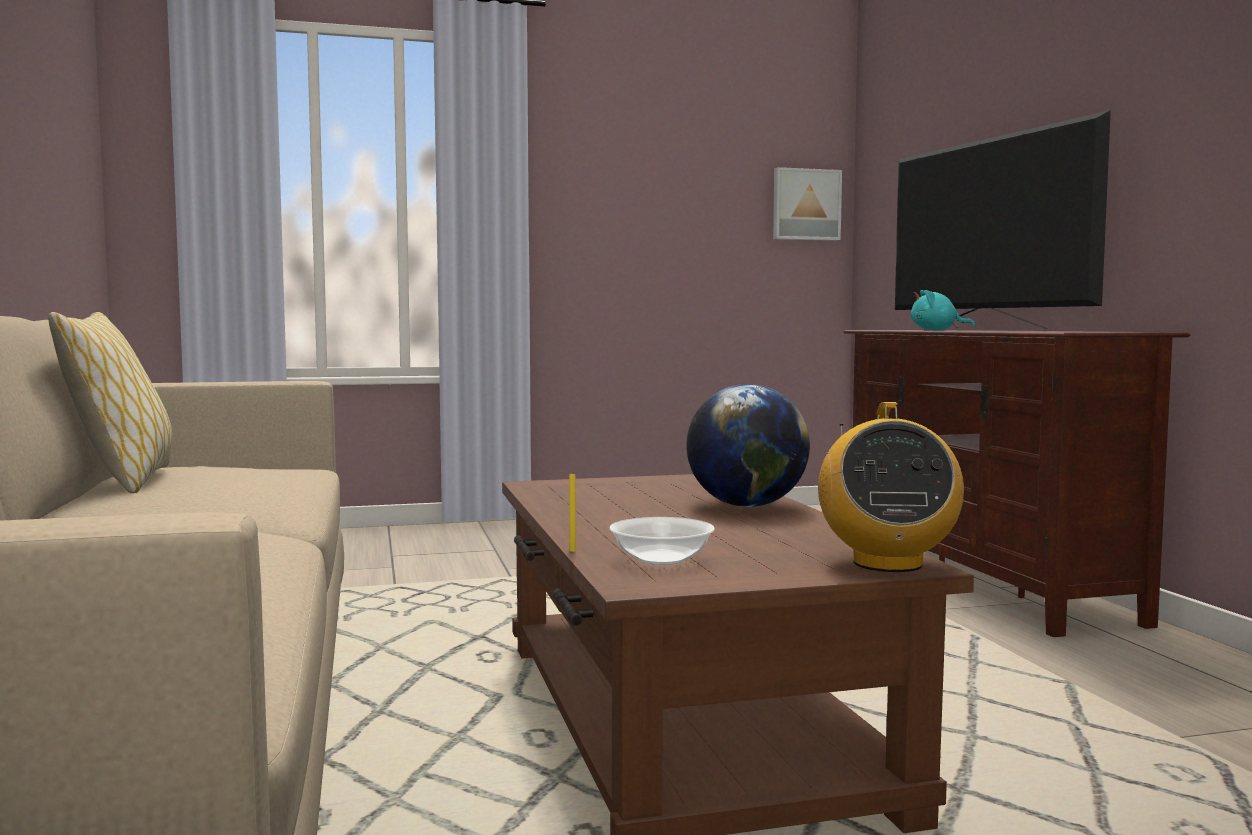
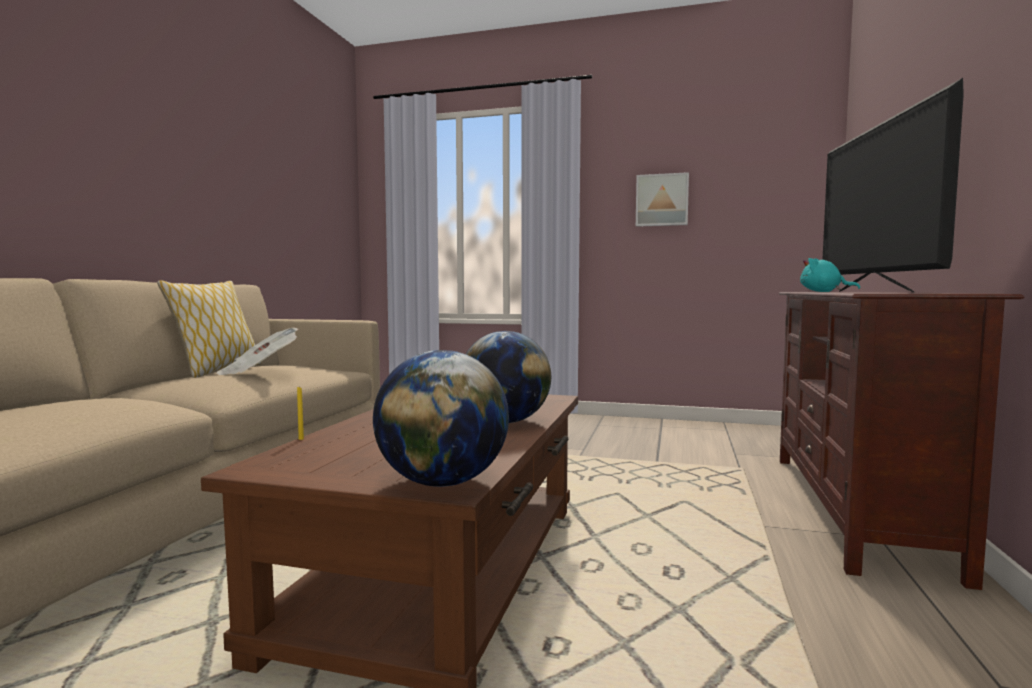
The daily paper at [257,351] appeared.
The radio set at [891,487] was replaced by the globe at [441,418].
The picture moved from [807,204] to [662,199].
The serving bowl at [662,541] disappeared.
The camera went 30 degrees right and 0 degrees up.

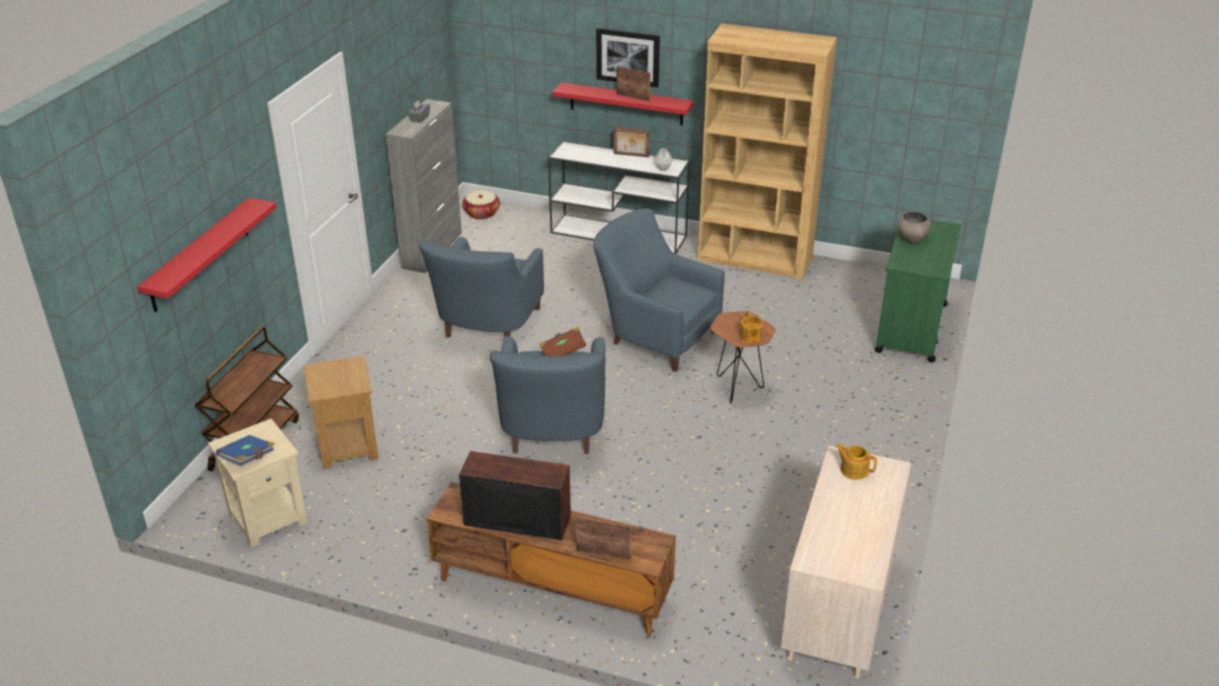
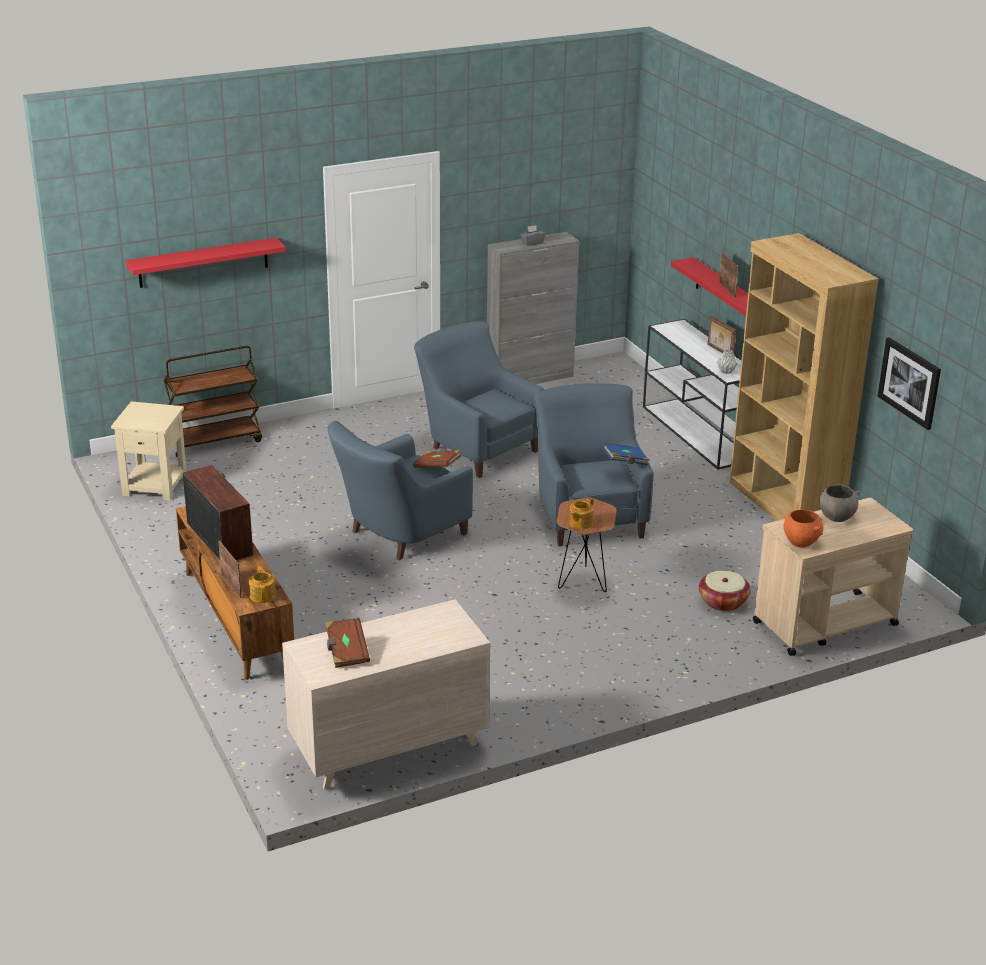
The teapot moved from [856,462] to [262,584].
The brown-coloured book at [347,643] appeared.
The bluish easy chair at [481,287] turned 75 degrees clockwise.
The bluish book moved from [245,450] to [626,453].
The storage basket moved from [481,204] to [725,591].
The greenish trolley at [918,291] became the beige trolley at [833,577].
The orange-coloured serving bowl at [803,528] appeared.
The picture moved from [628,58] to [909,383].
The brown-coloured end table at [341,412] disappeared.
The camera went 45 degrees right and 5 degrees down.

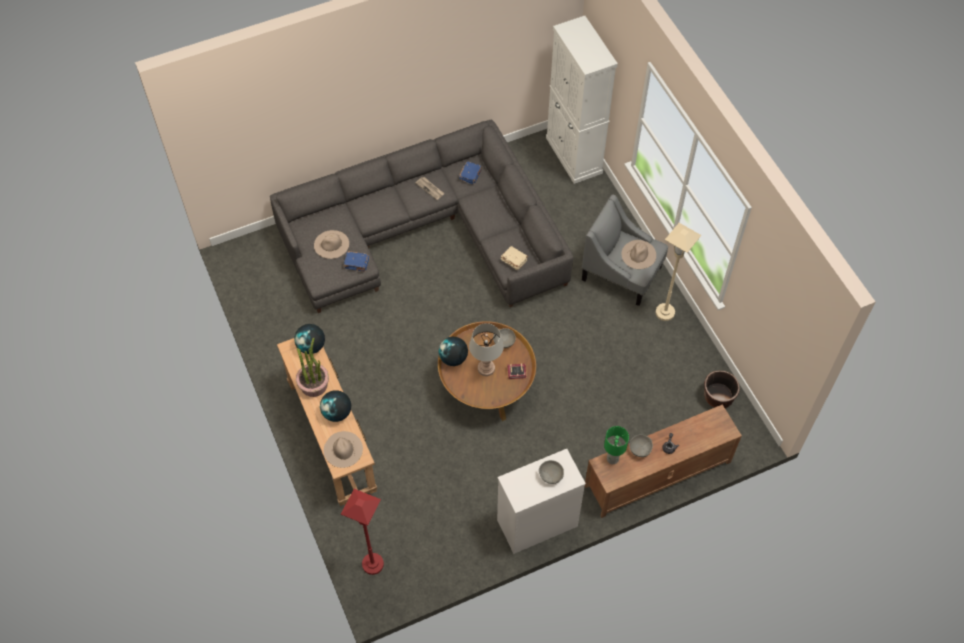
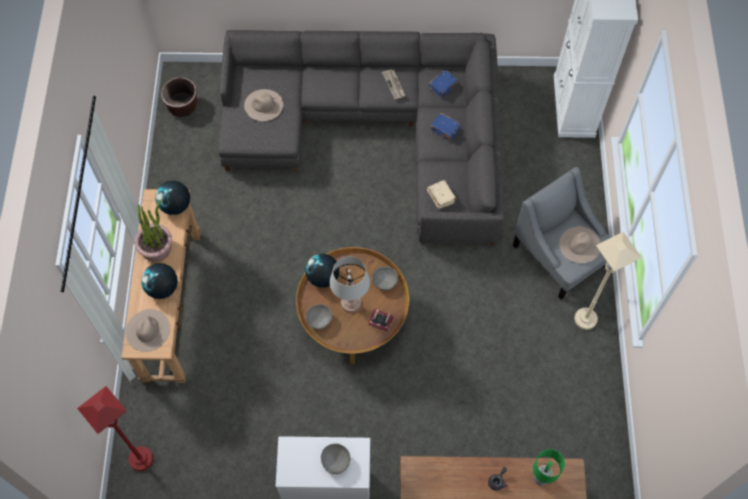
The brown-coloured flower pot moved from [722,389] to [179,97].
The greyish serving bowl moved from [641,445] to [319,316].
The bluish book moved from [356,261] to [445,127].
The greenish lamp for a table moved from [616,445] to [549,467].
The camera went 25 degrees right and 5 degrees up.

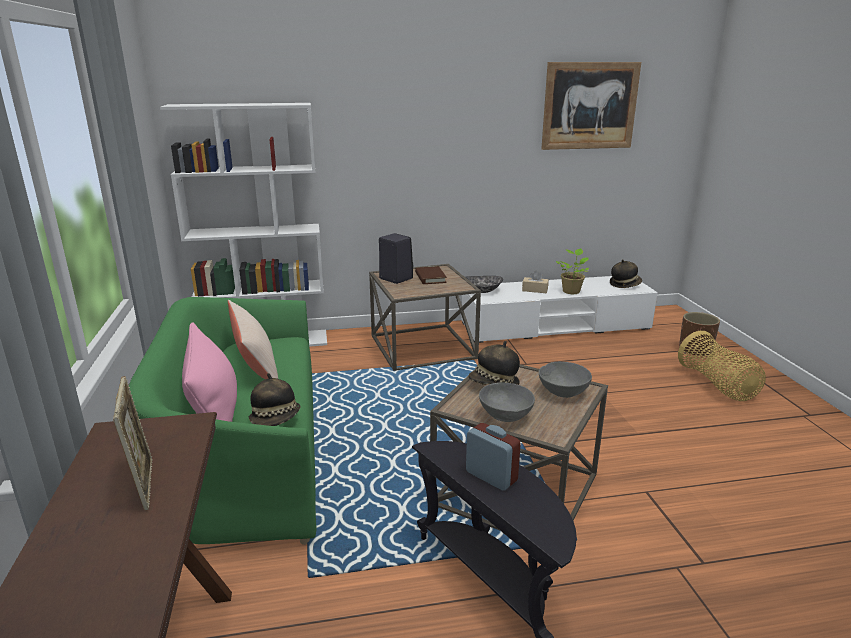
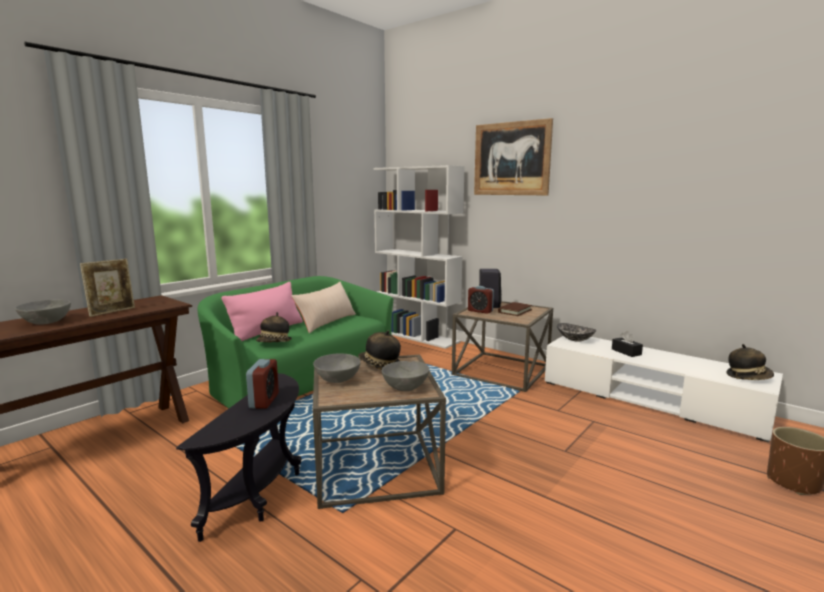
The greyish serving bowl at [43,312] appeared.
The table clock at [481,300] appeared.
The picture moved from [591,106] to [513,156].
The beige tissue holder at [535,282] became the blackish tissue holder at [627,344].
The plant in a pot at [572,271] disappeared.
The storage basket at [722,366] disappeared.
The camera went 50 degrees right and 10 degrees down.

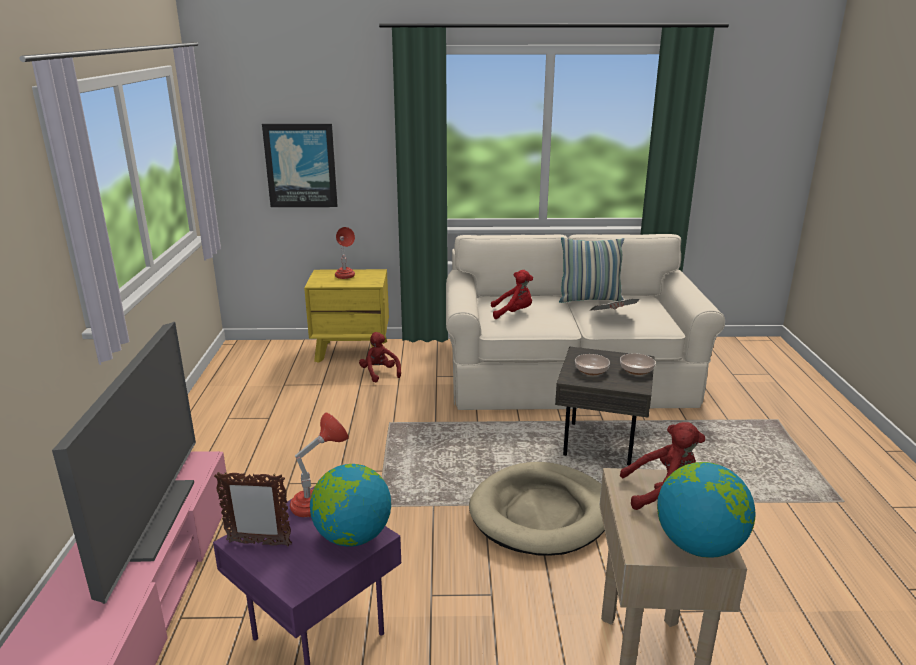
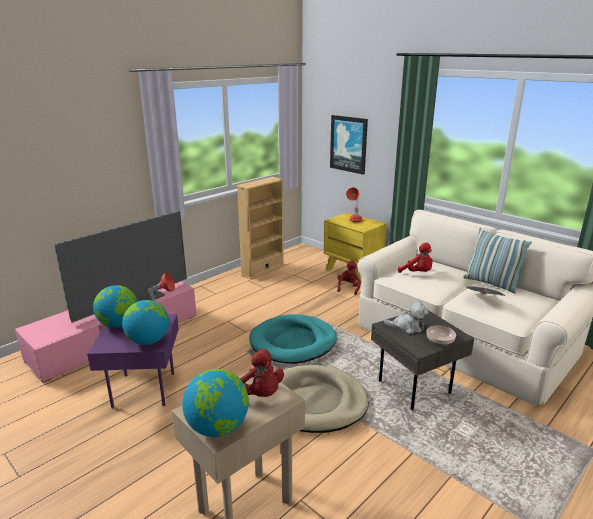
The picture frame at [253,508] was replaced by the globe at [115,306].
The beige shelving unit at [260,228] appeared.
The turquoise-coloured dog cushion at [293,339] appeared.
The serving bowl at [592,364] was replaced by the plush toy at [406,317].
The camera went 45 degrees right and 0 degrees up.

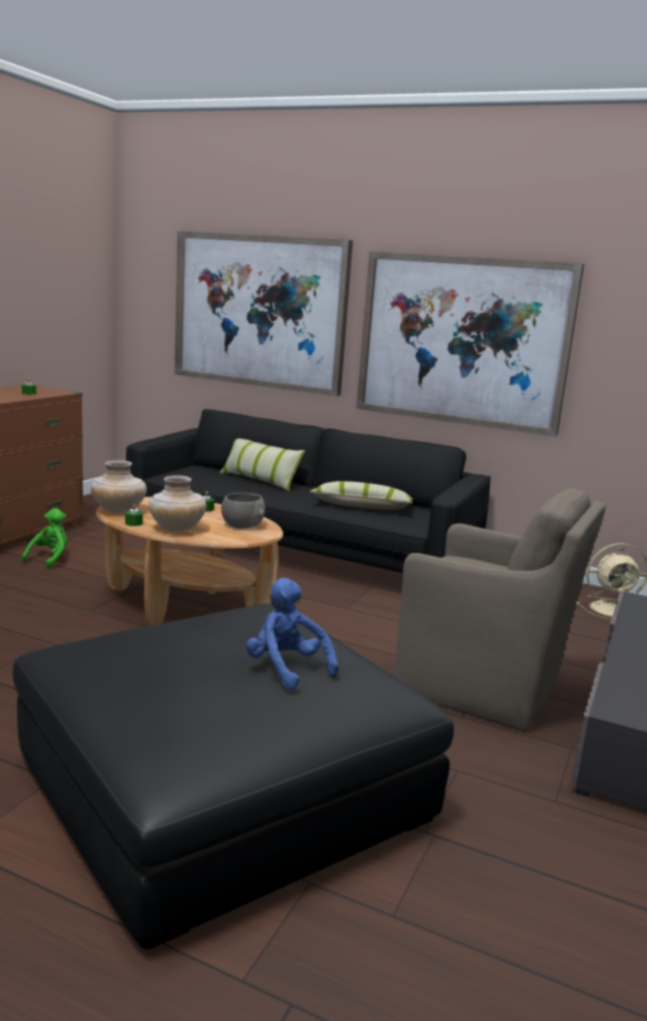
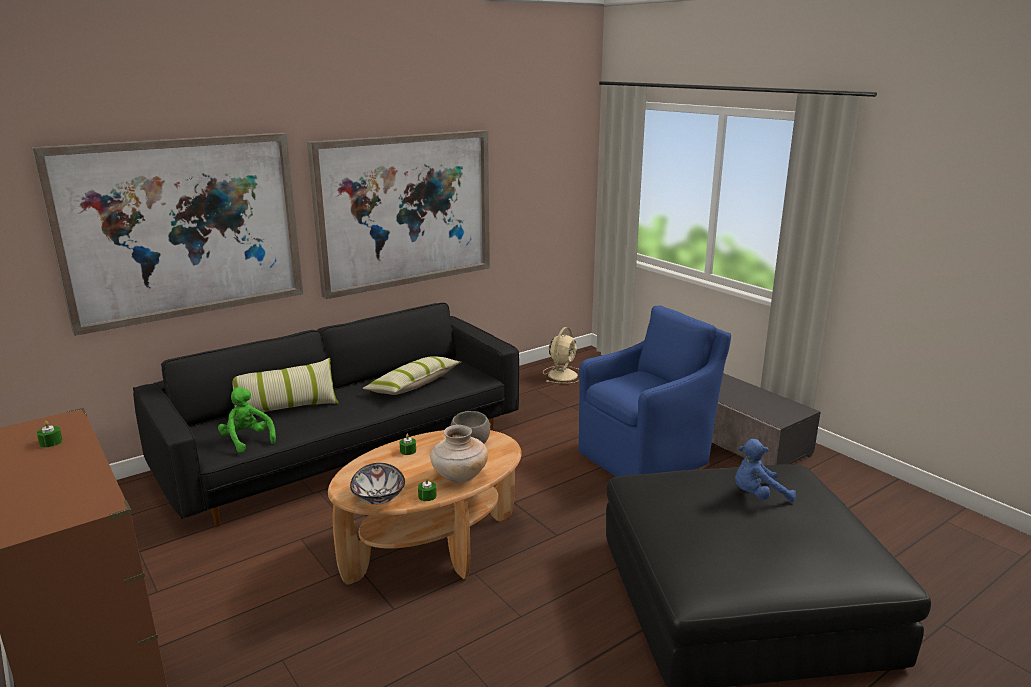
The greenish plush toy moved from [44,538] to [247,420].
The beige decorative vase at [119,486] was replaced by the serving bowl at [377,484].
The brown-coloured easy chair at [500,609] became the bluish easy chair at [655,391].
The camera went 60 degrees left and 5 degrees up.

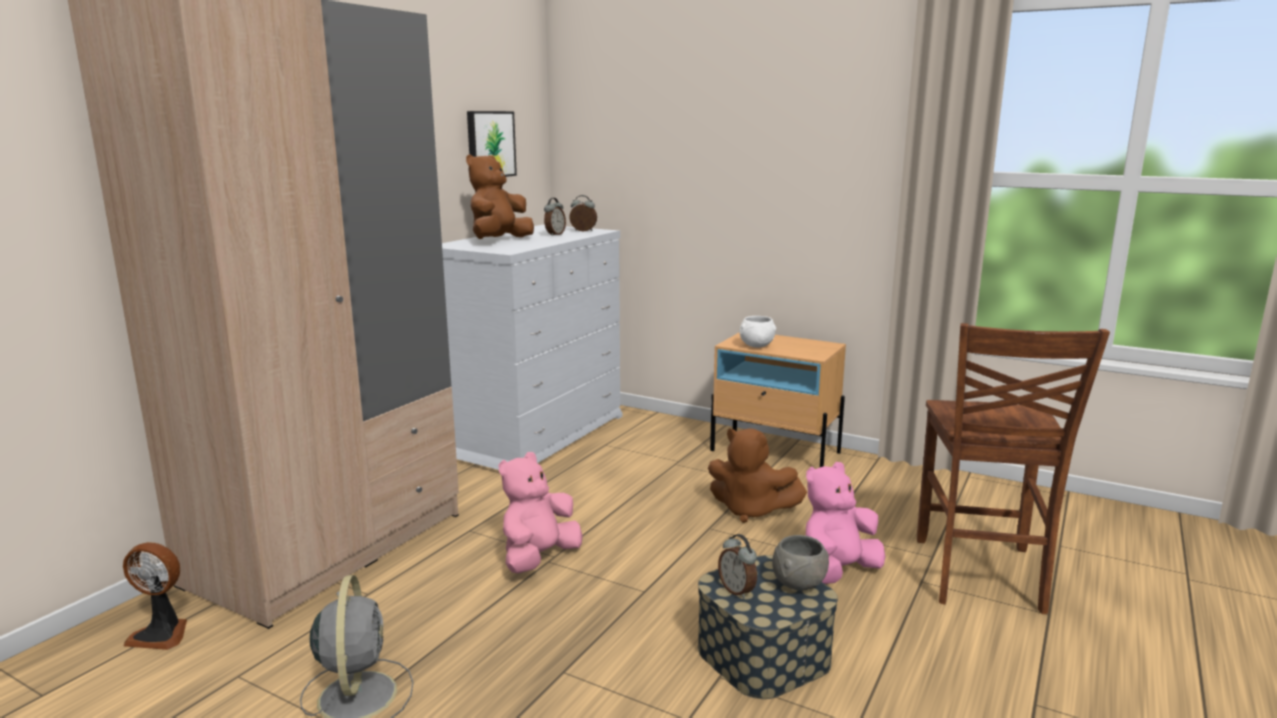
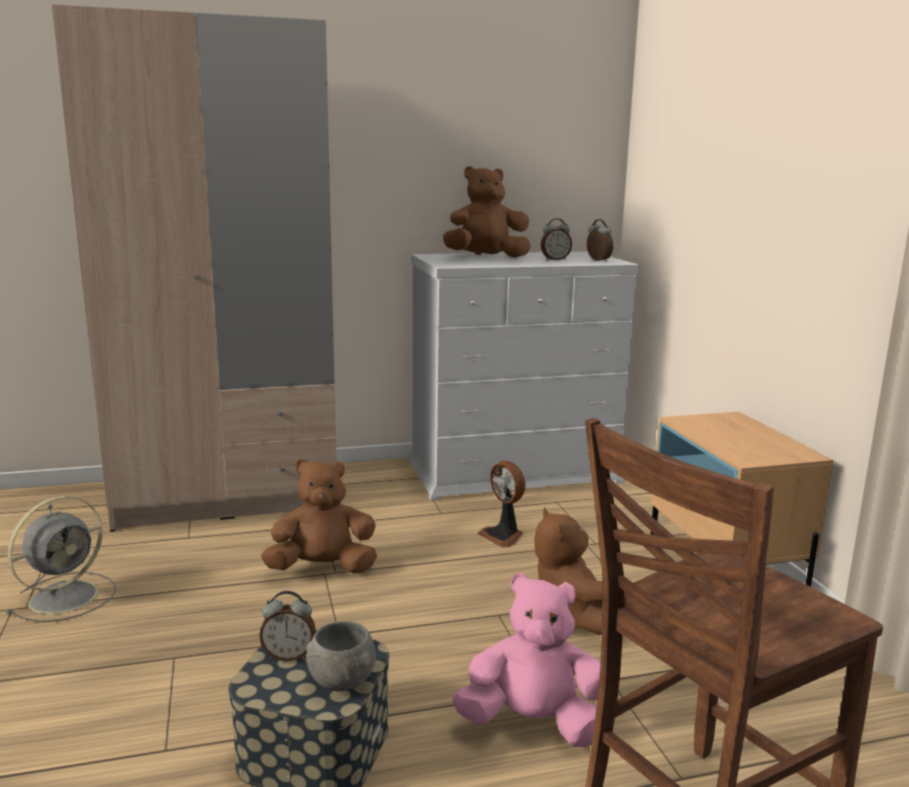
The table clock at [737,566] turned 105 degrees counterclockwise.
The pink-coloured plush toy at [541,512] became the brown-coloured plush toy at [319,516].
The cooling fan moved from [155,596] to [501,504].
The picture at [492,144] disappeared.
The white serving bowl at [758,332] disappeared.
The camera went 45 degrees right and 0 degrees up.

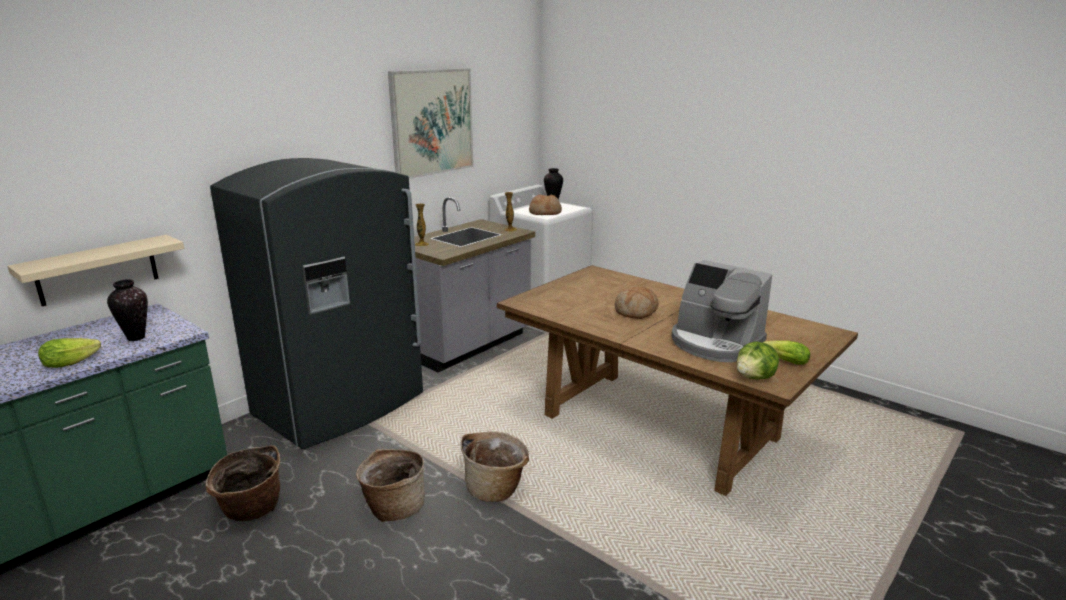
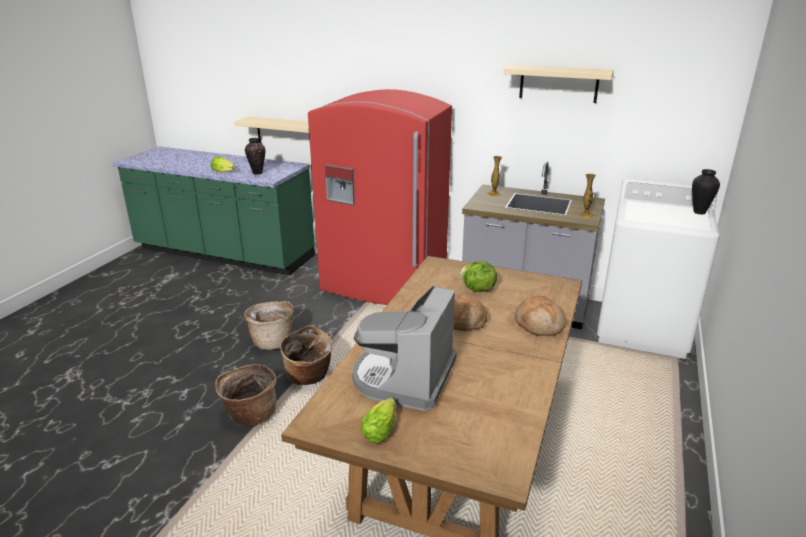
The storage basket moved from [242,483] to [246,395].
The greyish kitchen fridge at [316,303] became the red kitchen fridge at [380,197].
The lettuce head moved from [758,360] to [478,276].
The picture at [431,123] was replaced by the beige wall shelf at [559,84].
The bakery bread moved from [545,205] to [541,315].
The camera went 70 degrees right and 5 degrees up.

